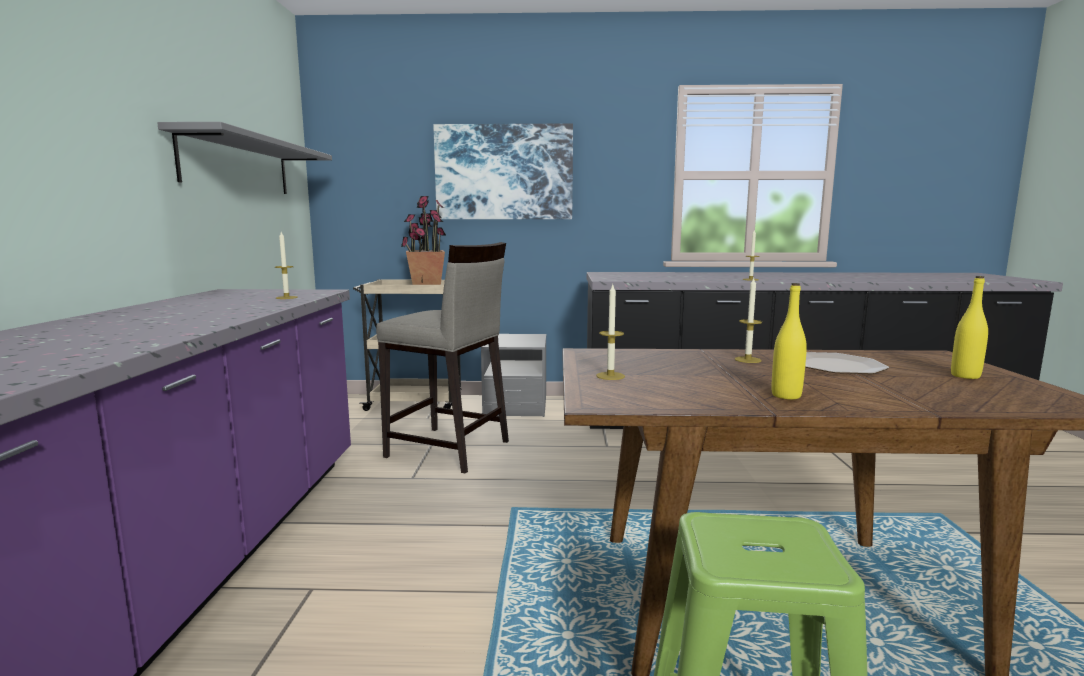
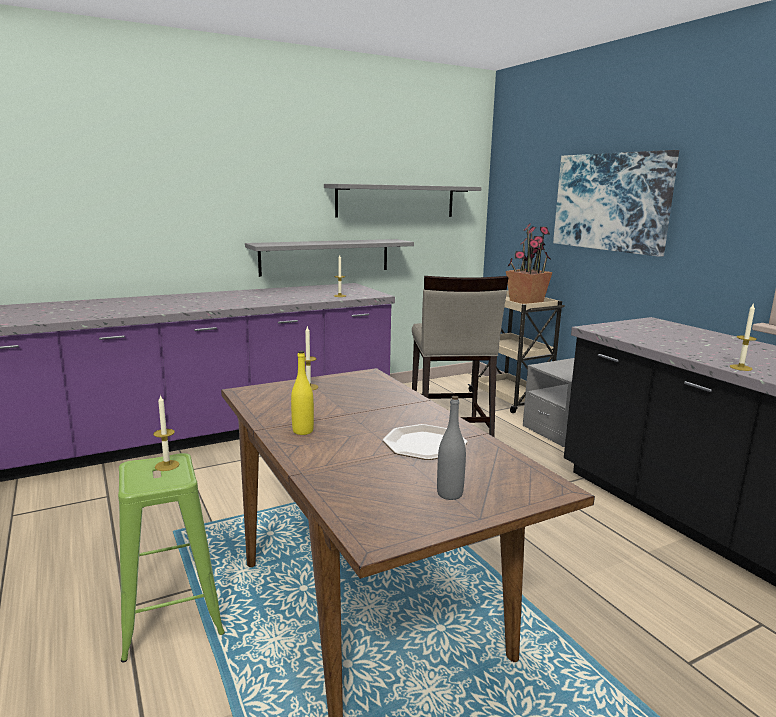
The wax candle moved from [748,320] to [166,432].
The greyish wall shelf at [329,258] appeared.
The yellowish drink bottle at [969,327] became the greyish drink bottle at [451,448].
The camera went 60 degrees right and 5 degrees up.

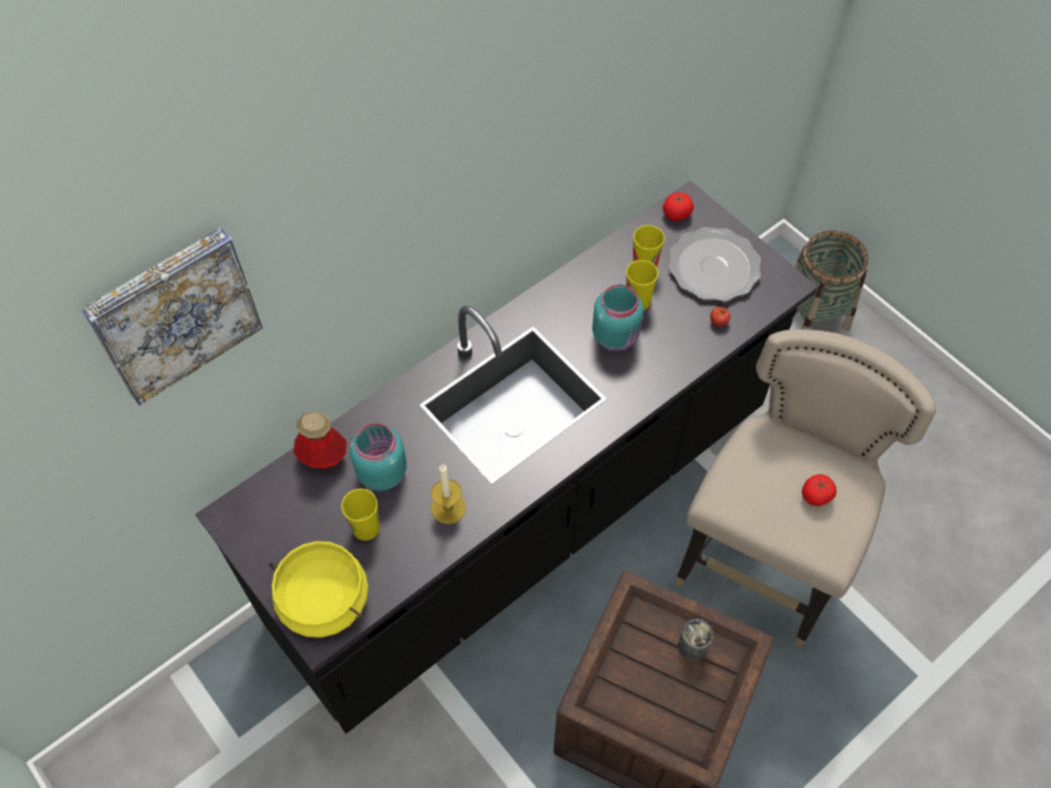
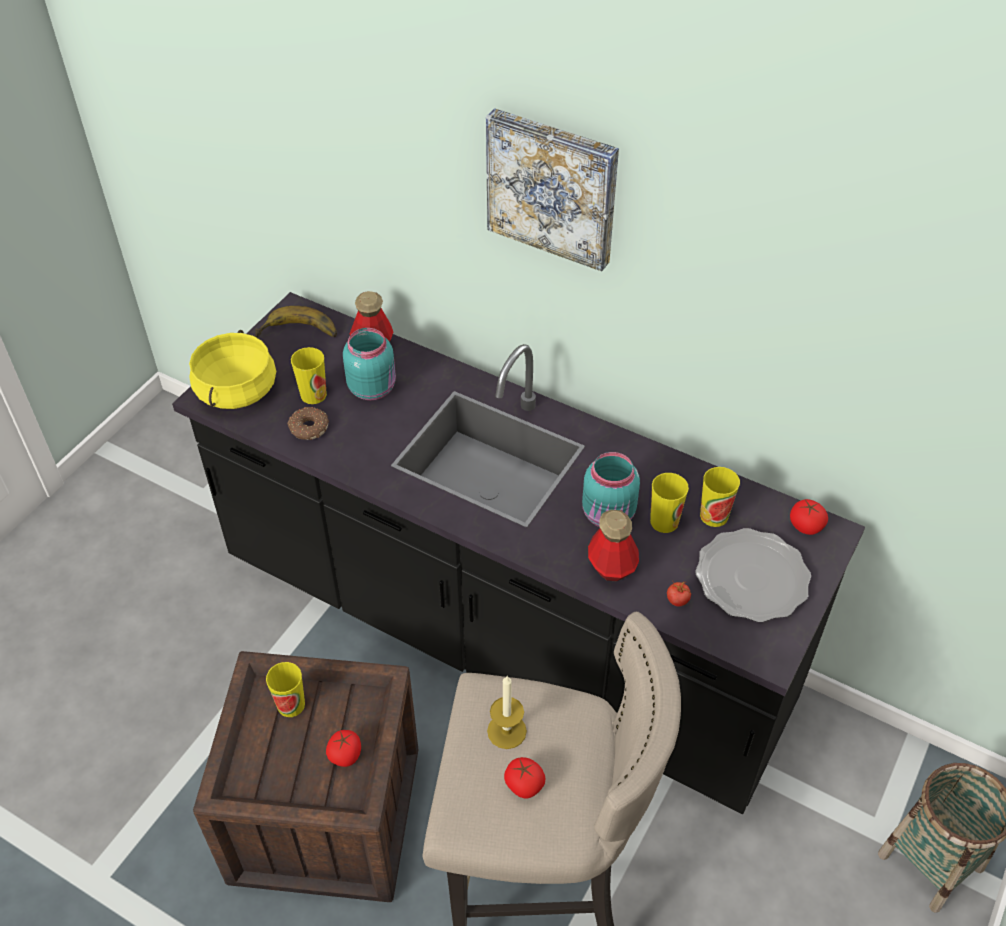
The banana at [295,322] appeared.
The drinking cup at [285,689] appeared.
The ring doughnut at [308,423] appeared.
The can at [695,640] was replaced by the whole tomato at [343,748].
The picture moved from [172,316] to [552,189].
The wax candle moved from [448,494] to [507,712].
The drink bottle at [613,545] appeared.
The camera went 70 degrees right and 10 degrees down.

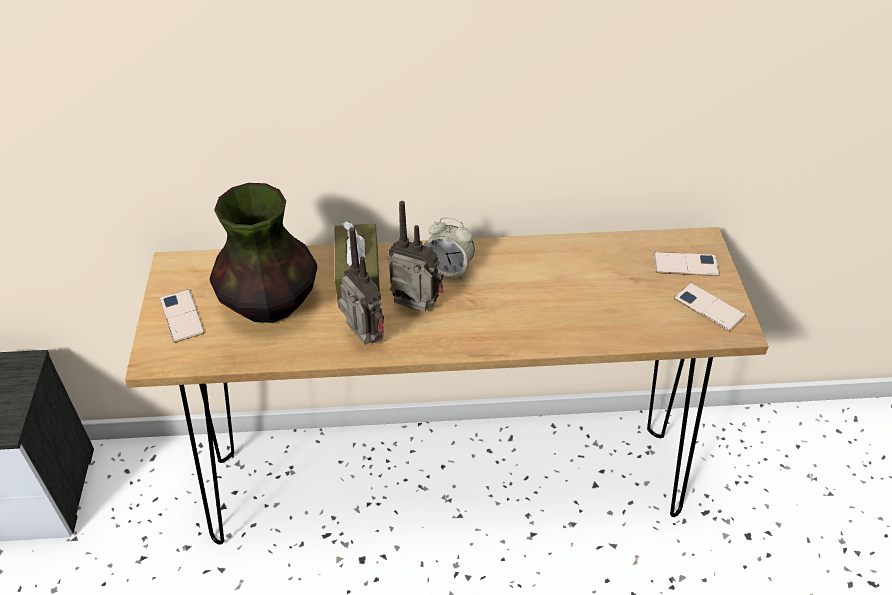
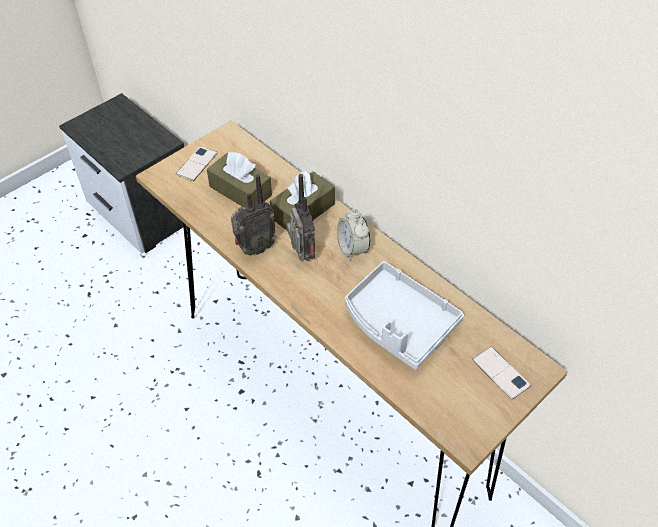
The decorative vase at [263,253] was replaced by the brown-coloured tissue holder at [239,180].
The radio set at [360,286] turned 45 degrees clockwise.
The greyish serving tray at [404,315] appeared.
The phone at [710,307] disappeared.
The camera went 50 degrees right and 5 degrees up.

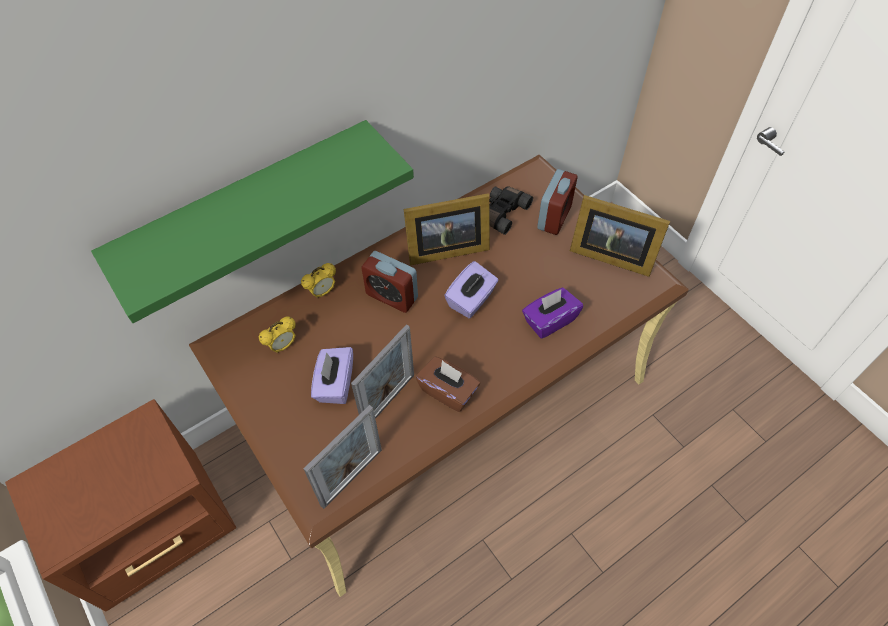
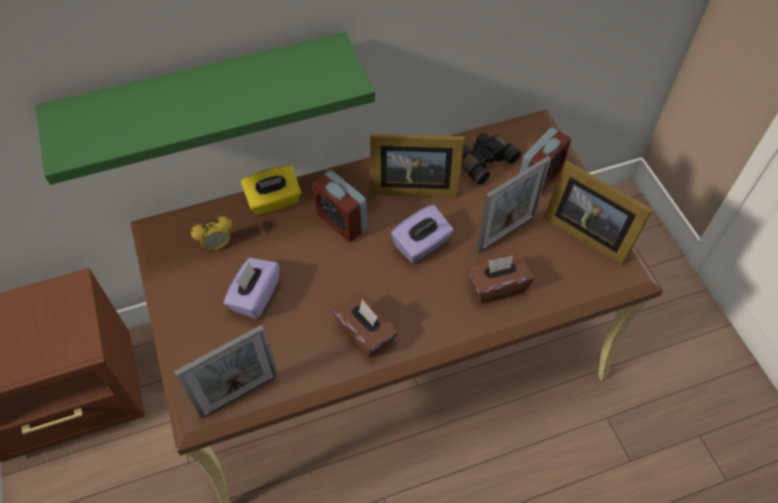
The table clock at [318,281] was replaced by the yellowish tissue holder at [270,190].
The purple tissue holder at [552,313] became the brown-coloured tissue holder at [500,278].
The picture frame moved from [382,371] to [513,204].
The camera went 15 degrees right and 0 degrees up.

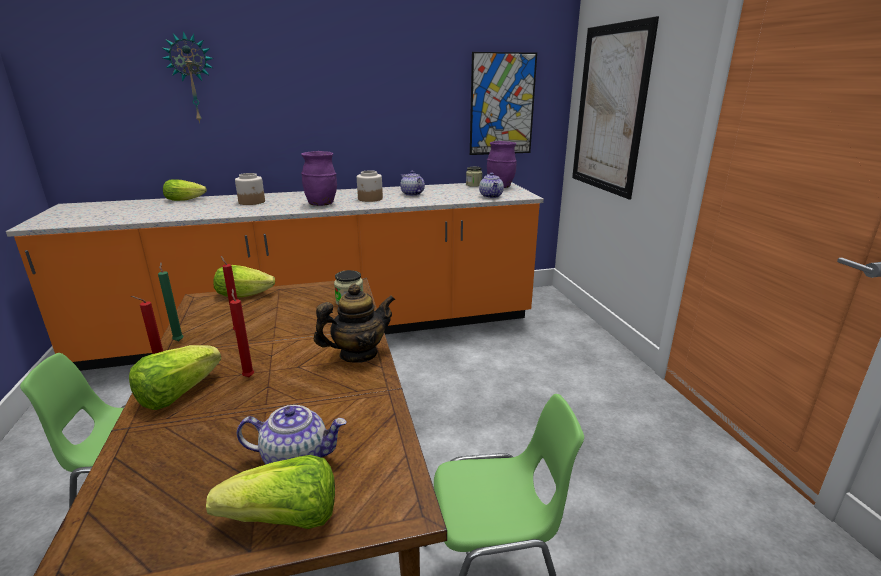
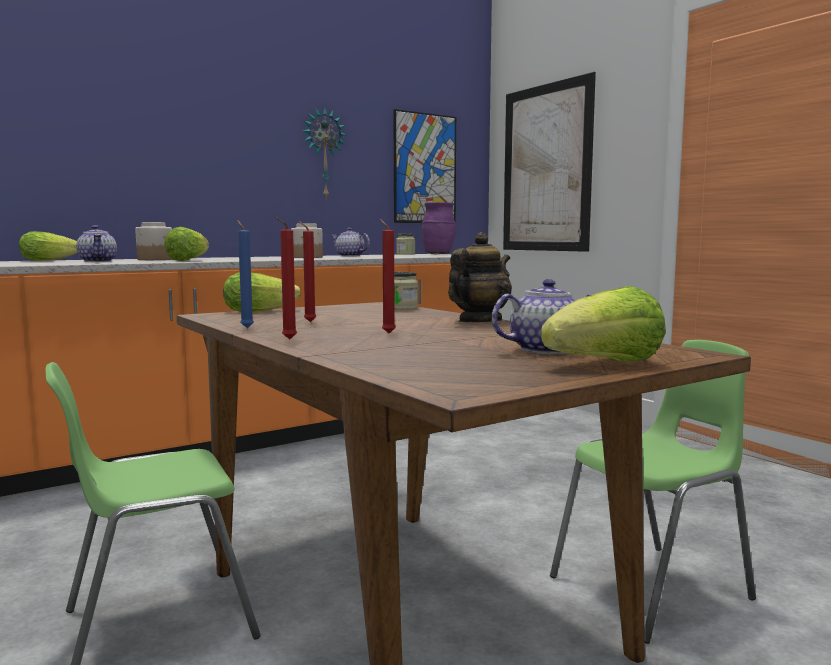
The teapot moved from [491,185] to [96,243].
The lettuce head moved from [175,377] to [186,244].
The greenish wax candle at [171,301] became the bluish wax candle at [245,274].
The hanging clock moved from [188,77] to [324,152].
The purple decorative vase at [319,178] disappeared.
The camera went 20 degrees left and 15 degrees down.

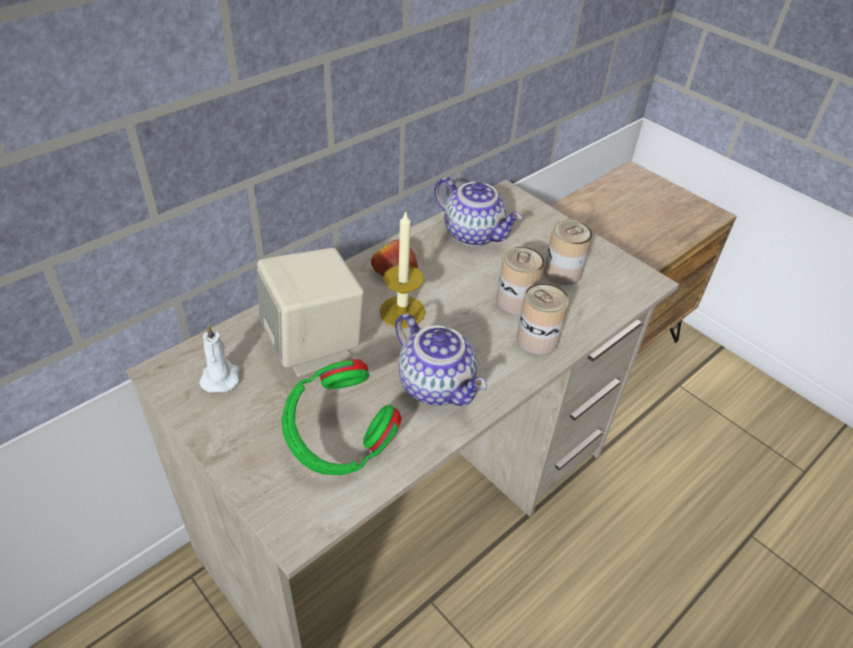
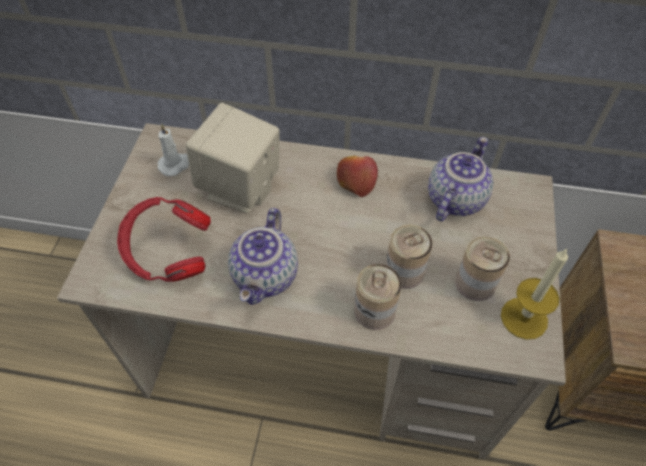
The greenish pair of headphones at [341,417] became the red pair of headphones at [164,239].
The teapot at [478,211] turned 150 degrees counterclockwise.
The wax candle moved from [402,269] to [534,294].
The camera went 55 degrees right and 10 degrees up.

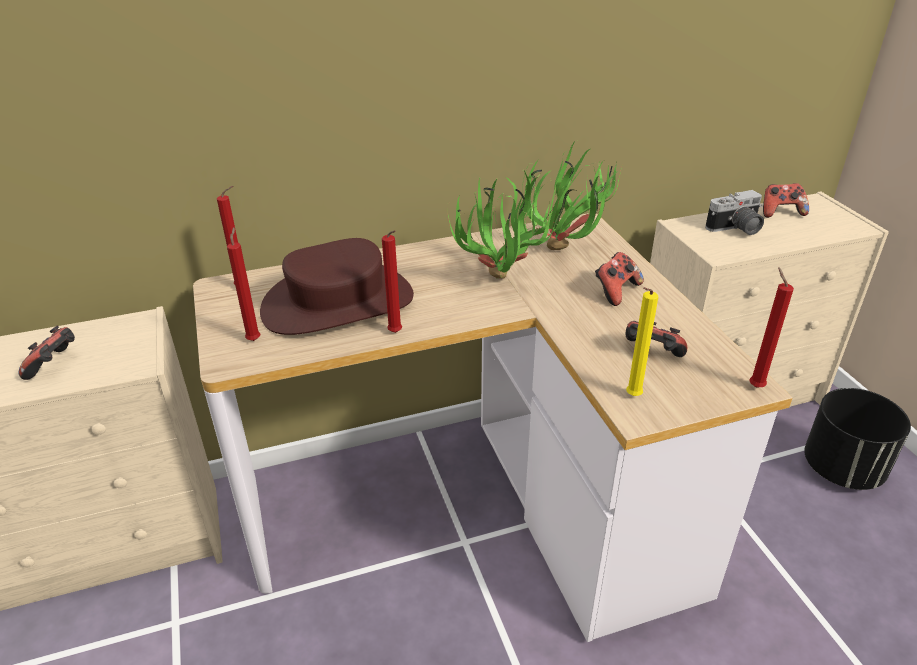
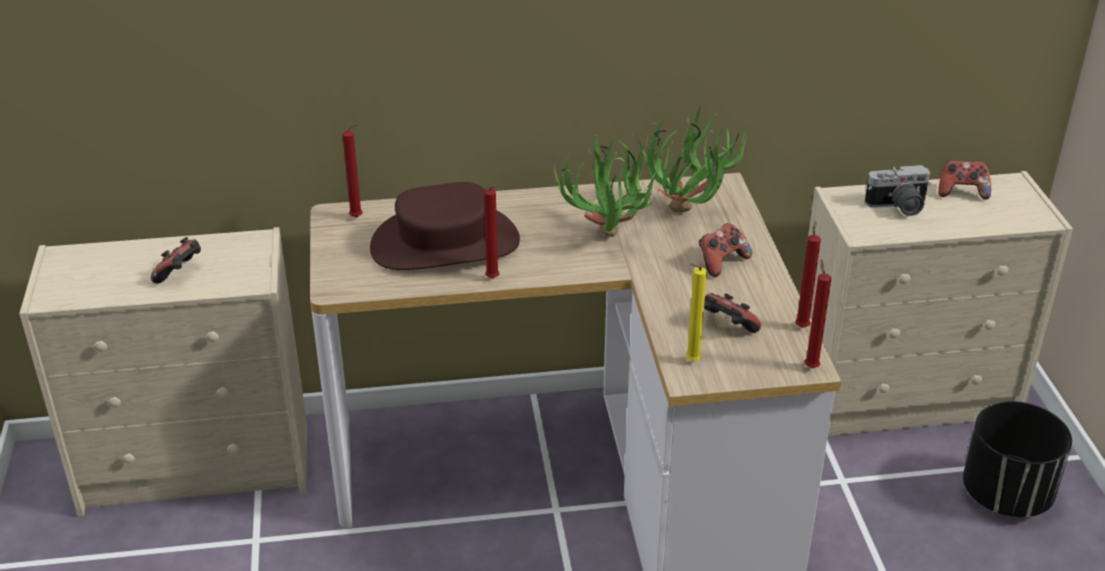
The red wax candle moved from [243,284] to [808,274].
The camera went 10 degrees right and 0 degrees up.

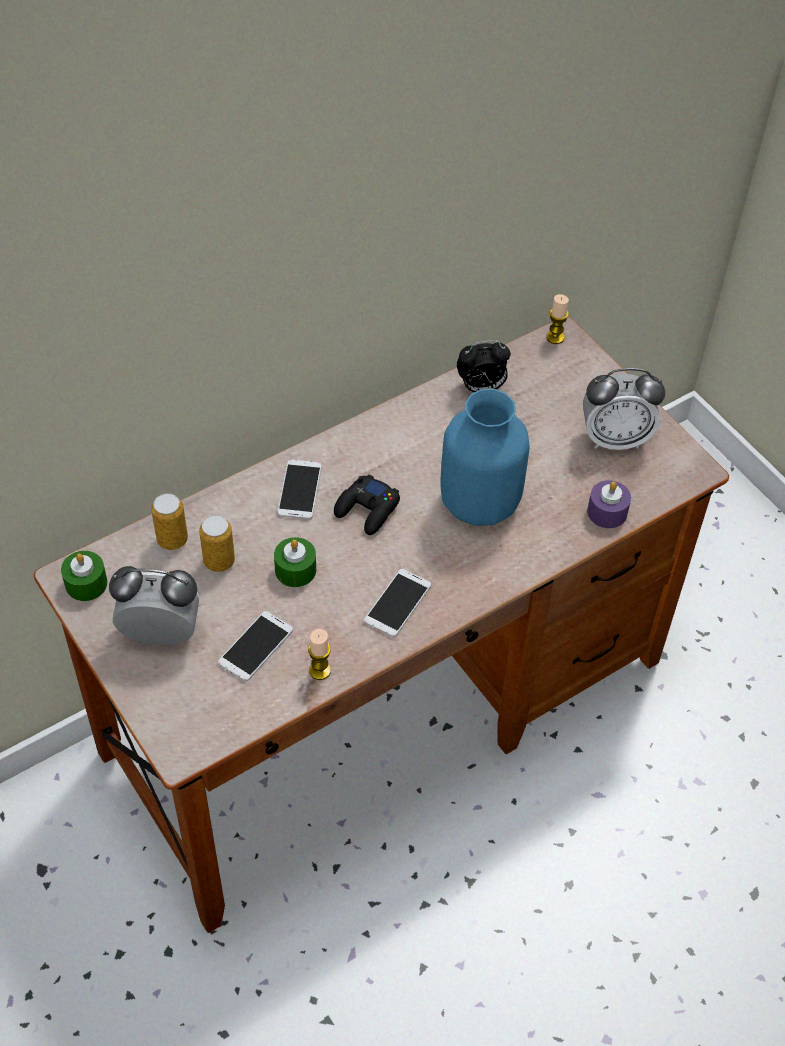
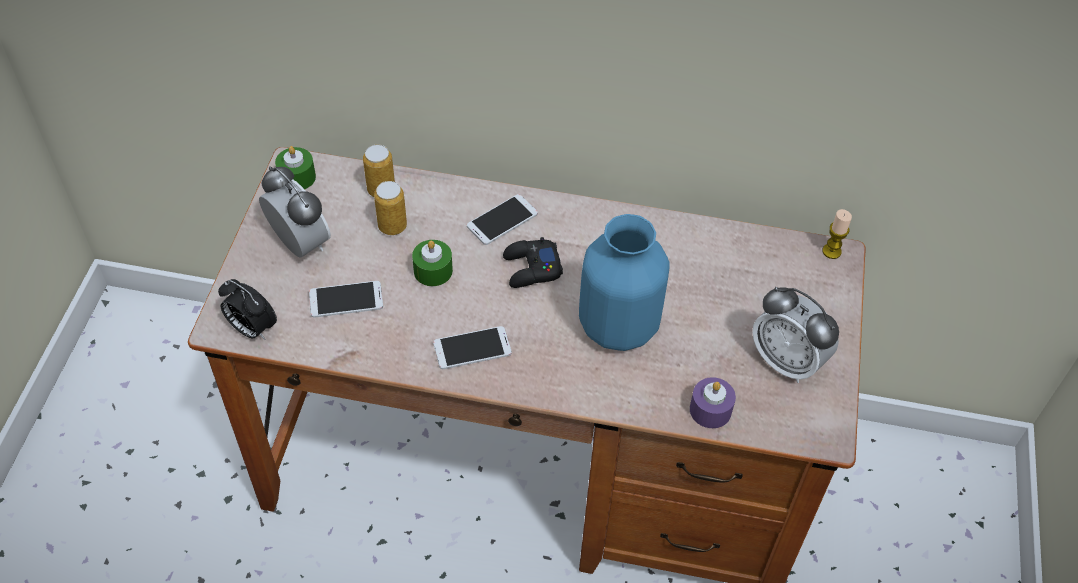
The table clock moved from [484,366] to [247,309].
The wax candle at [319,654] disappeared.
The camera went 45 degrees right and 0 degrees up.

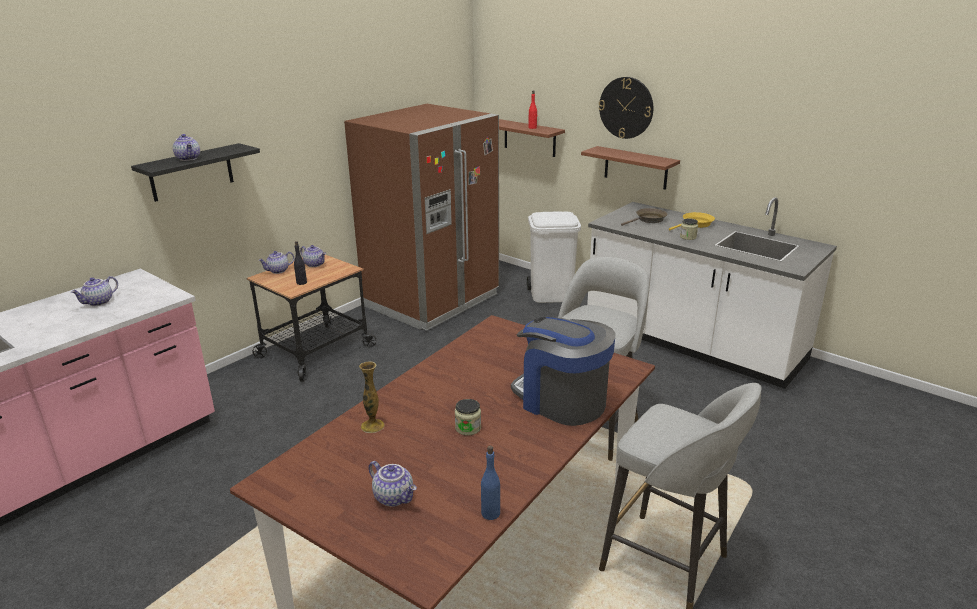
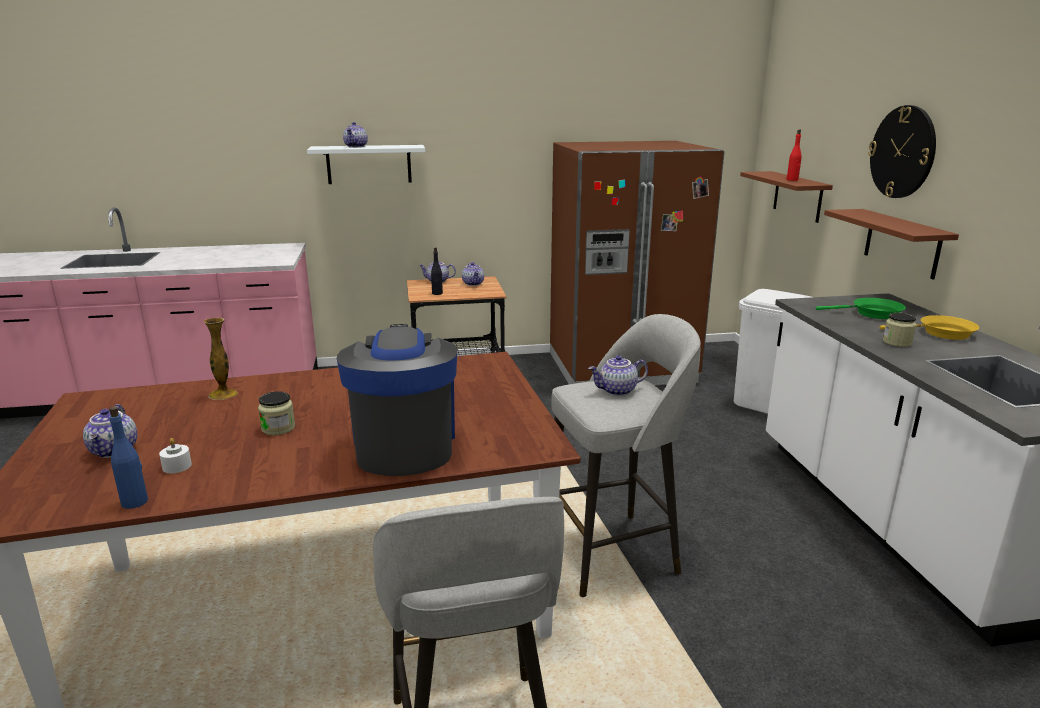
The white wax candle at [175,455] appeared.
The blackish wall shelf at [195,172] became the white wall shelf at [366,164].
The teapot moved from [94,291] to [618,375].
The brown-coloured skillet at [644,217] became the greenish skillet at [861,308].
The camera went 40 degrees right and 5 degrees down.

